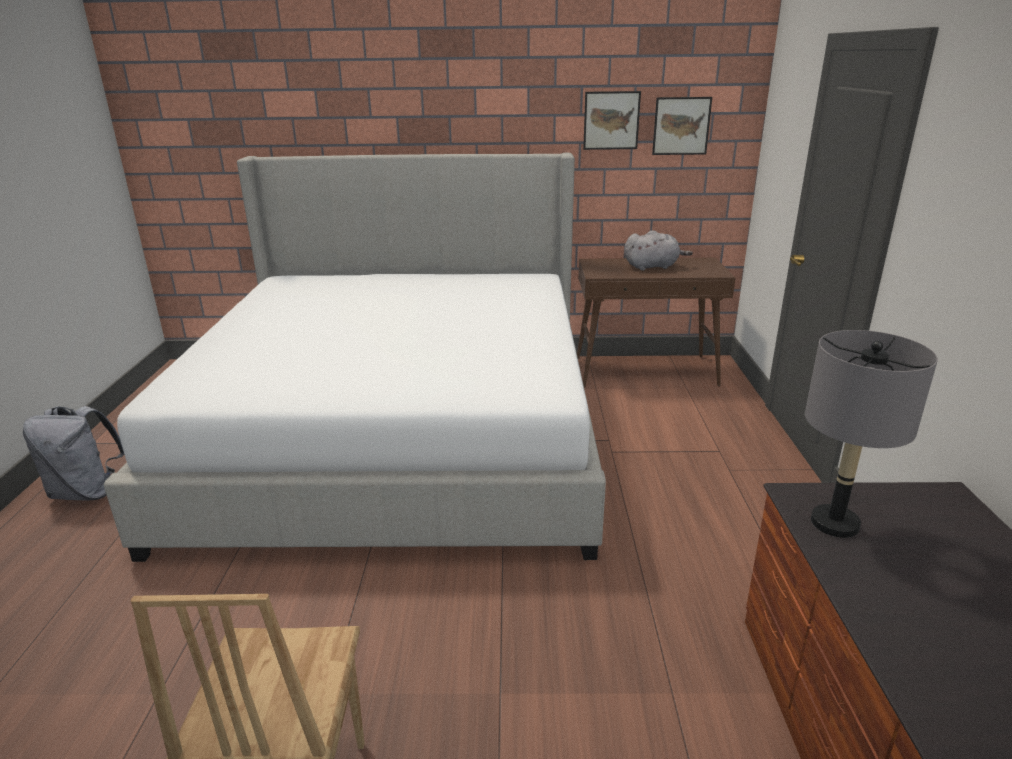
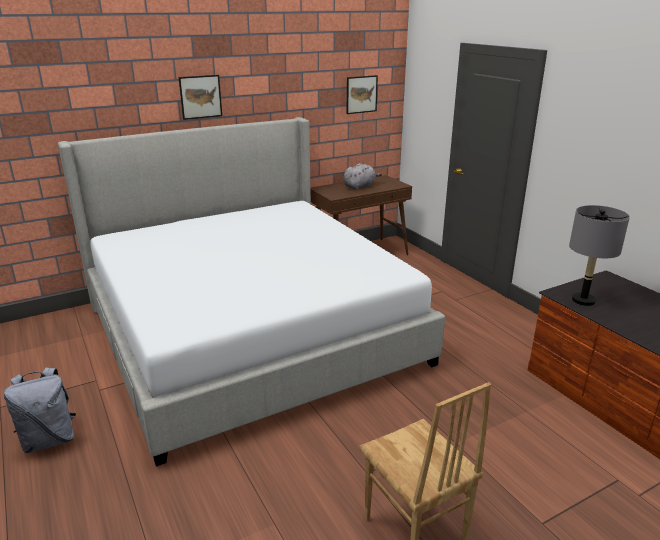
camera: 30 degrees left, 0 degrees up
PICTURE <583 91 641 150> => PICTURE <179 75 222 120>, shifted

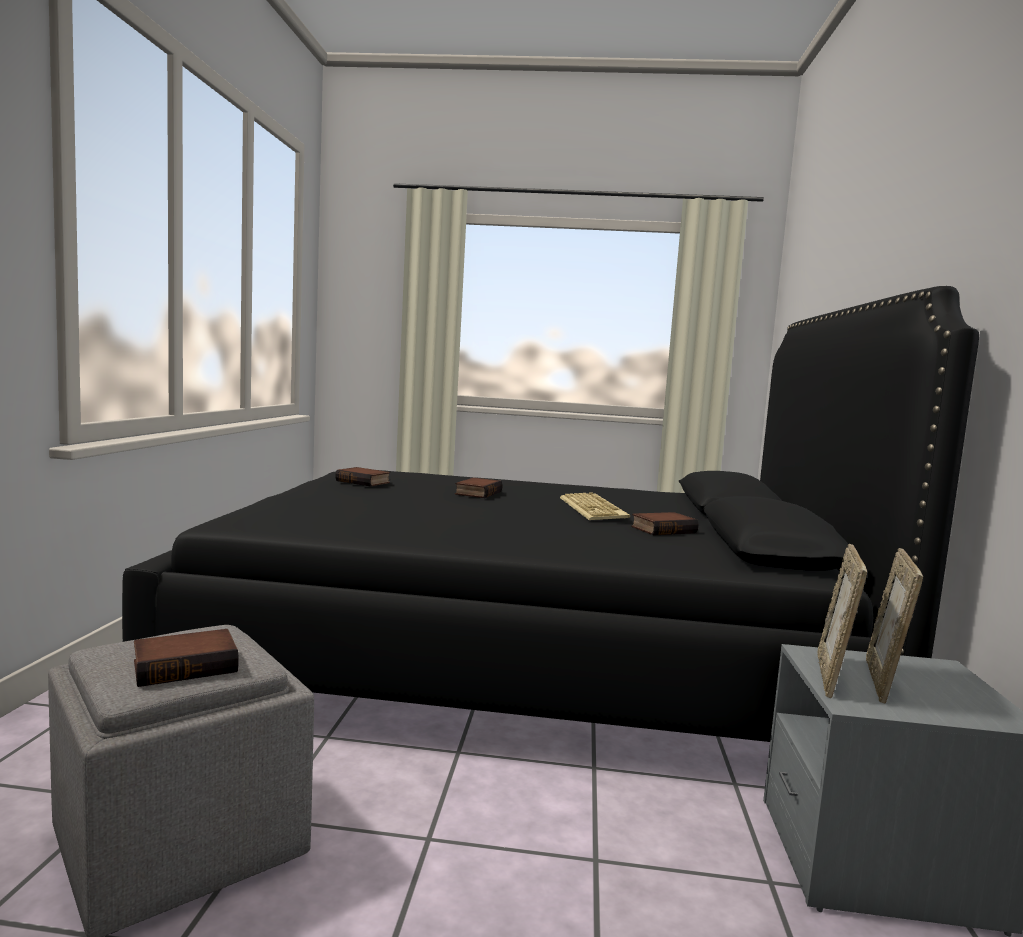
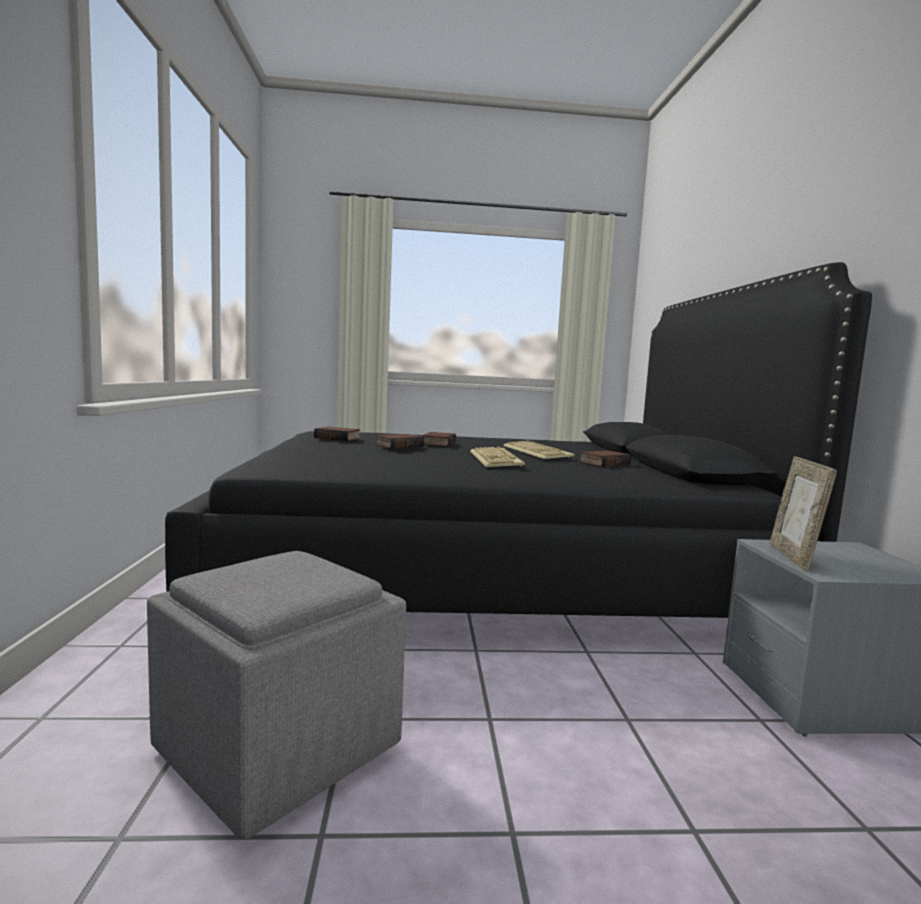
camera: 10 degrees left, 0 degrees up
BOOK <134 629 239 687> => BOOK <376 434 424 449>, shifted
nothing => KEYBOARD <470 447 525 467>
PICTURE FRAME <866 548 923 704> => nothing

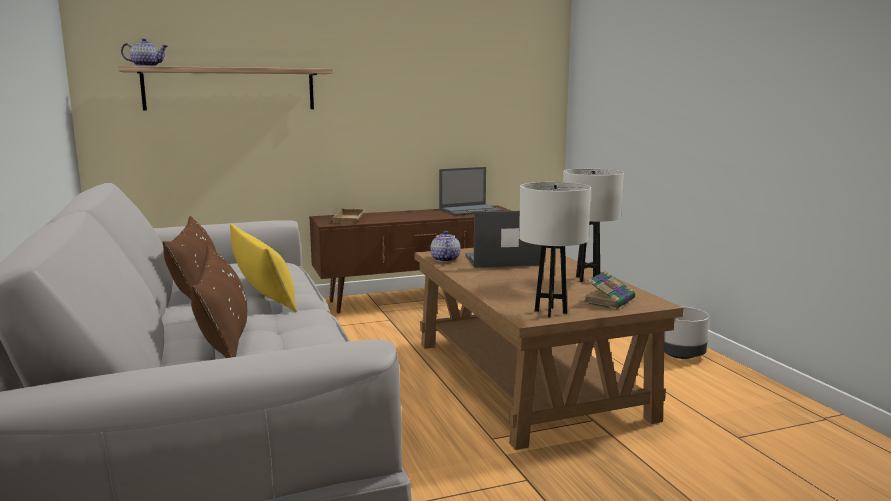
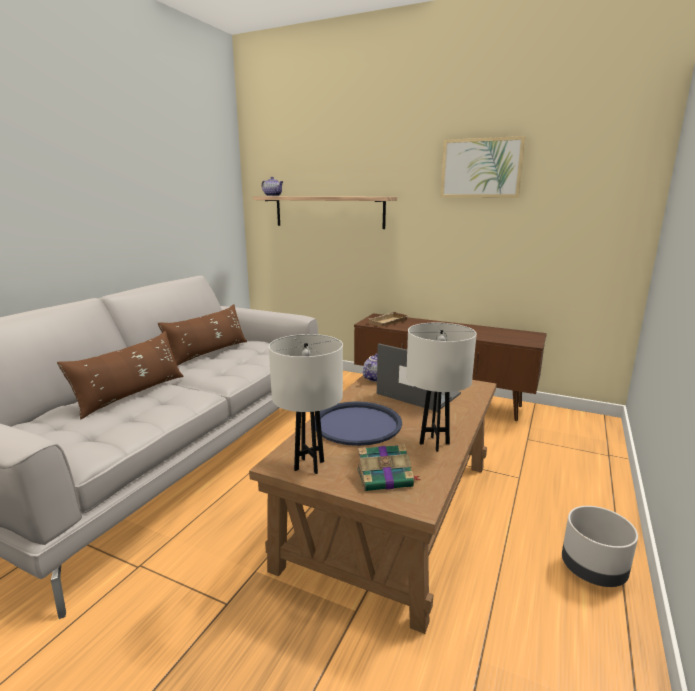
camera: 45 degrees right, 5 degrees up
nothing => BLUE TRAY <315 401 402 446>
nothing => PICTURE <440 136 526 198>
YELLOW PILLOW <230 224 297 312> => nothing
LAPTOP <439 167 504 216> => nothing

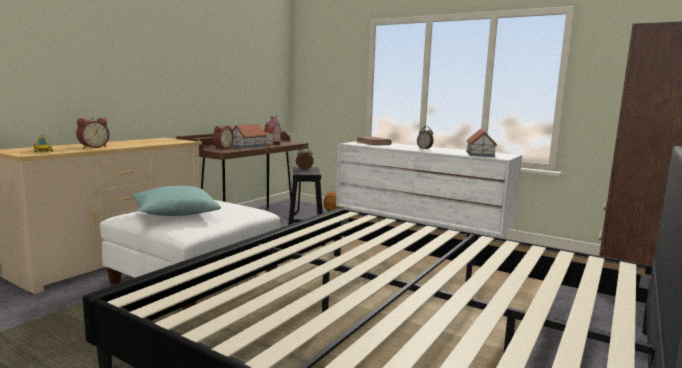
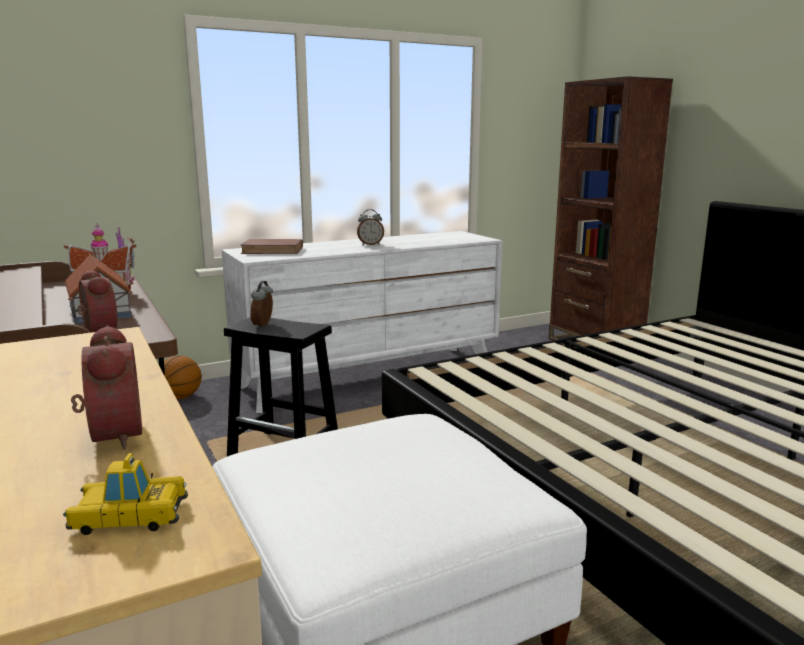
camera: 60 degrees left, 5 degrees up
TURQUOISE PILLOW <132 186 221 216> => nothing
TOY HOUSE <466 129 497 157> => nothing

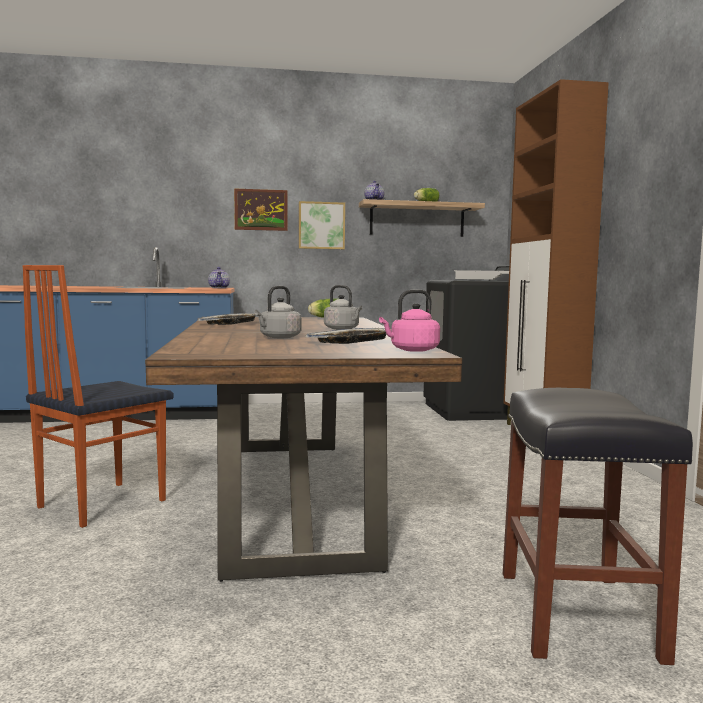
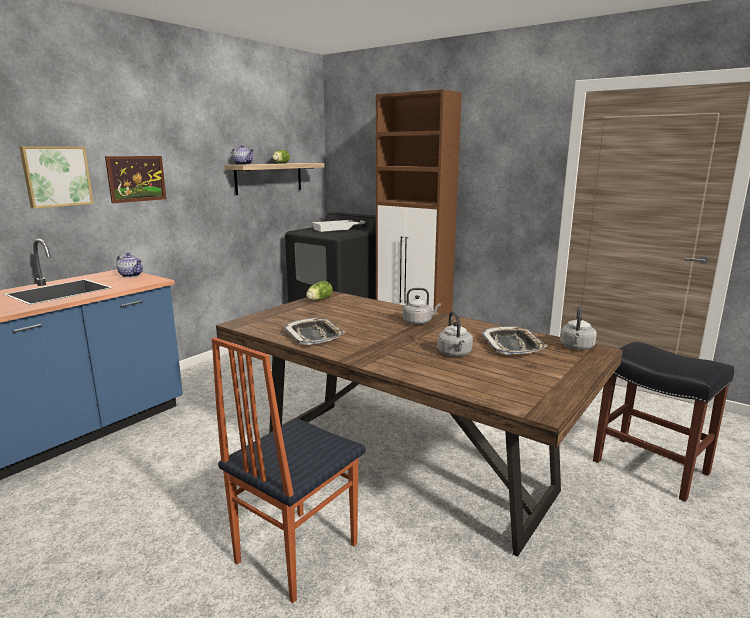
camera: 45 degrees left, 10 degrees up
PICTURE <299 201 345 249> => PICTURE <19 146 94 208>, shifted
CHAIR <23 265 173 528> => CHAIR <212 337 366 603>, 45 degrees clockwise
PINK KETTLE <379 290 440 352> => GREY KETTLE <560 306 597 350>

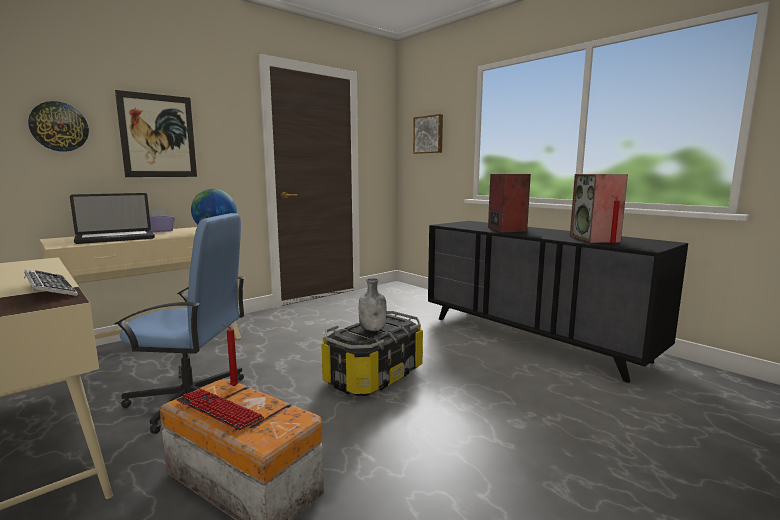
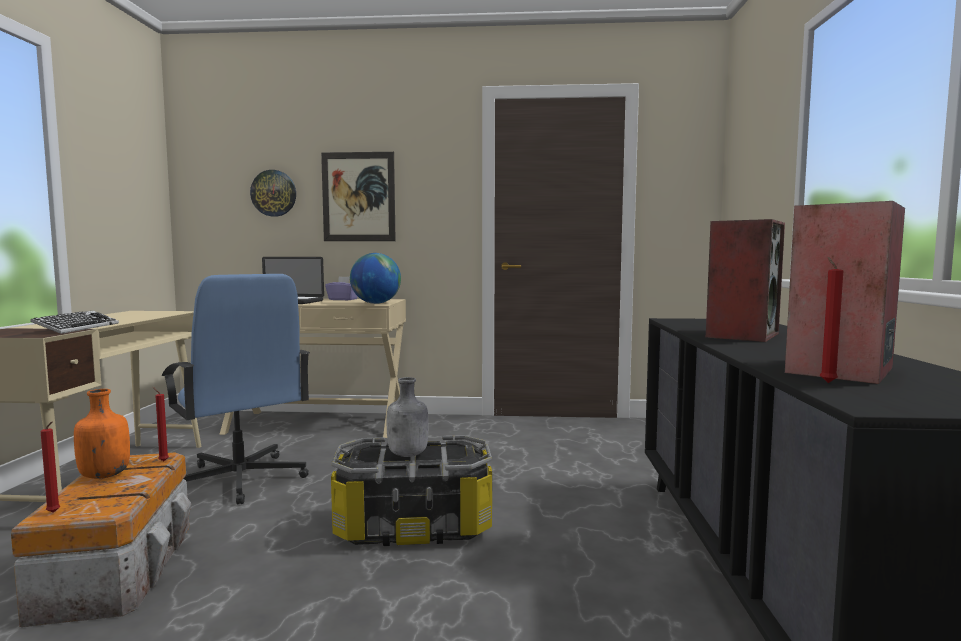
camera: 45 degrees right, 5 degrees down
nothing => RED CANDLE <41 422 60 513>
KEYBOARD <176 388 264 430> => ORANGE BOTTLE <74 389 130 479>
PICTURE <413 114 443 154> => nothing

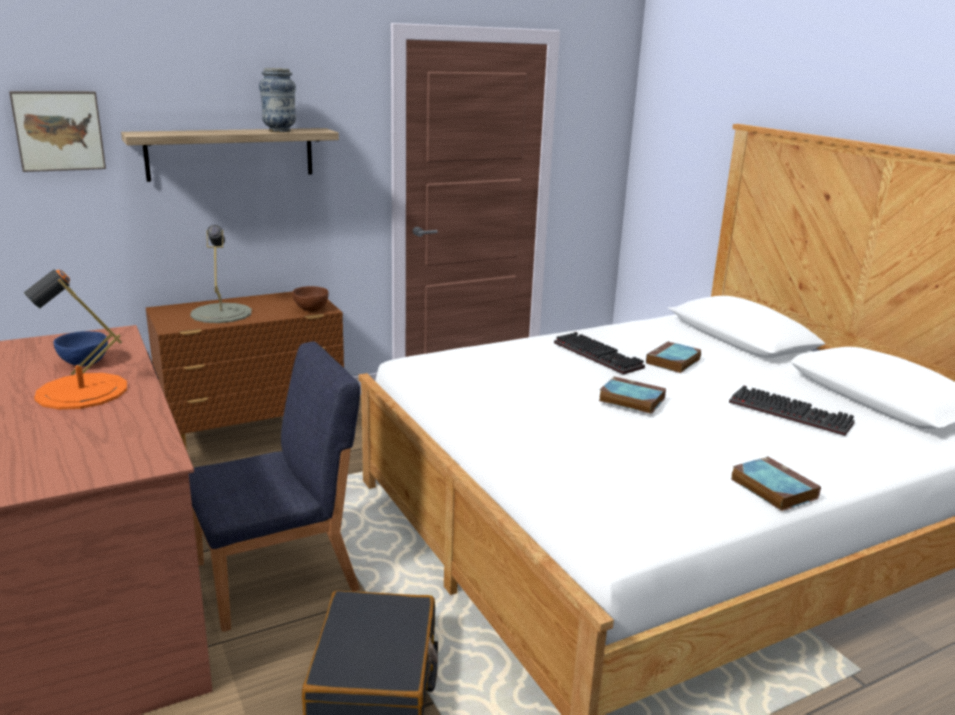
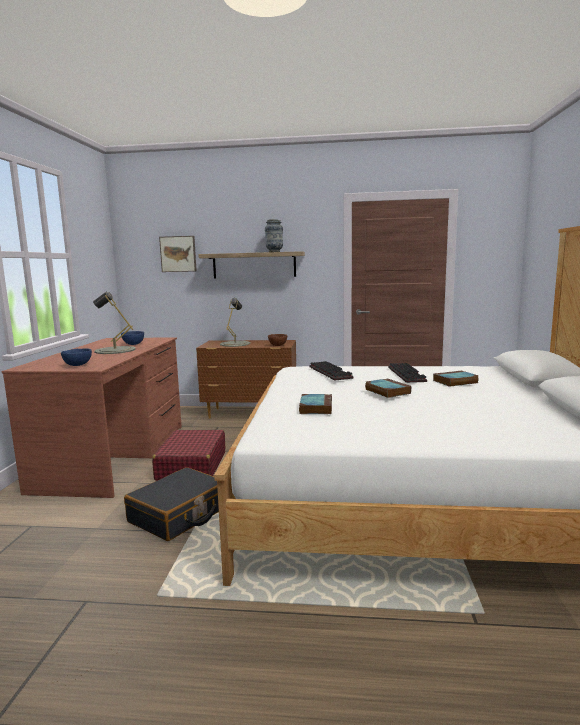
camera: 35 degrees right, 10 degrees down
nothing => BLUE BOWL <61 348 92 366>
ORANGE TABLE LAMP <24 269 127 410> => GREY TABLE LAMP <93 292 136 354>
BLUE CHAIR <189 341 360 632> => RED SUITCASE <152 430 225 481>
BOOK <731 456 821 511> => BOOK <299 394 332 414>, shifted
KEYBOARD <729 385 855 436> => KEYBOARD <309 361 353 381>, shifted

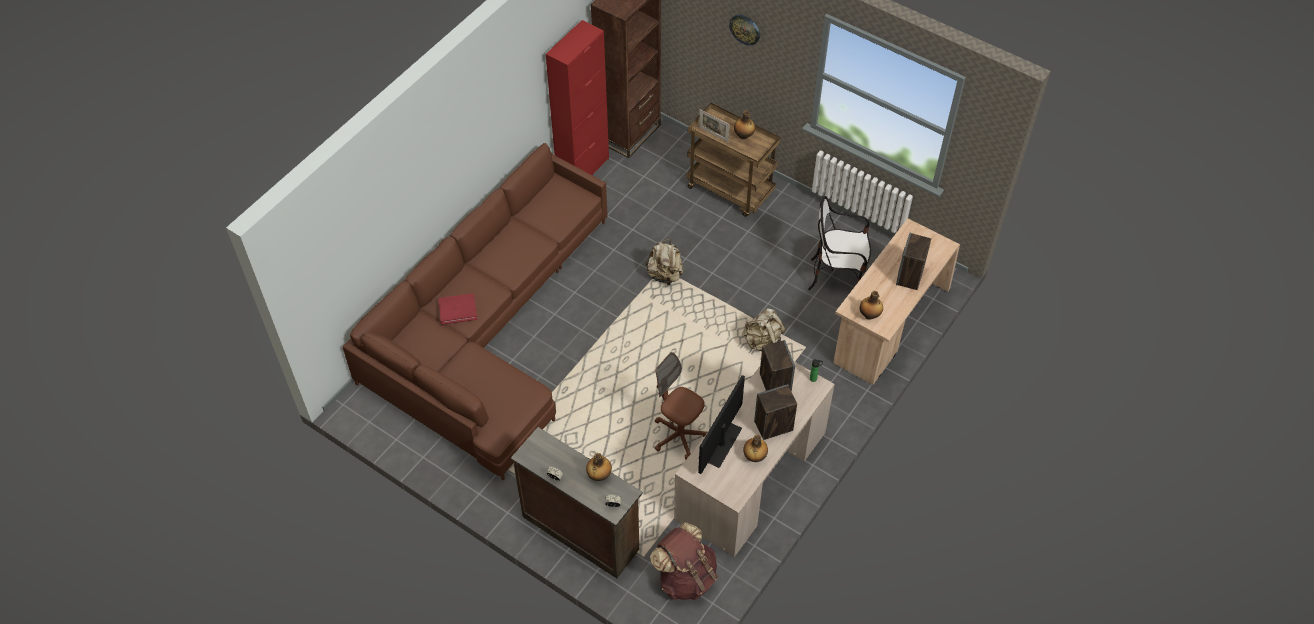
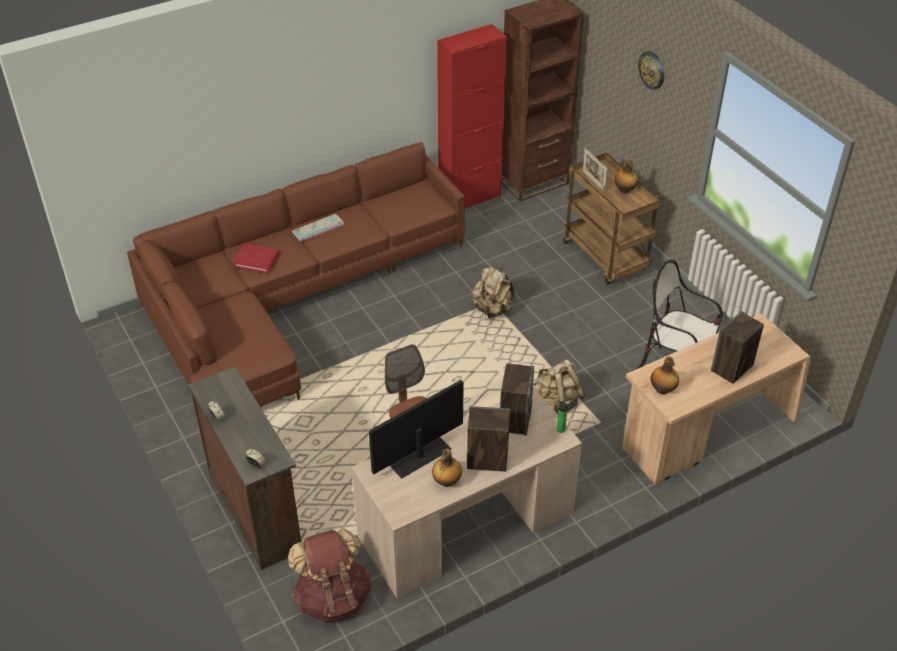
camera: 25 degrees right, 10 degrees down
nothing => KEYBOARD <292 214 344 242>
BOTTLE <586 453 612 481> => nothing

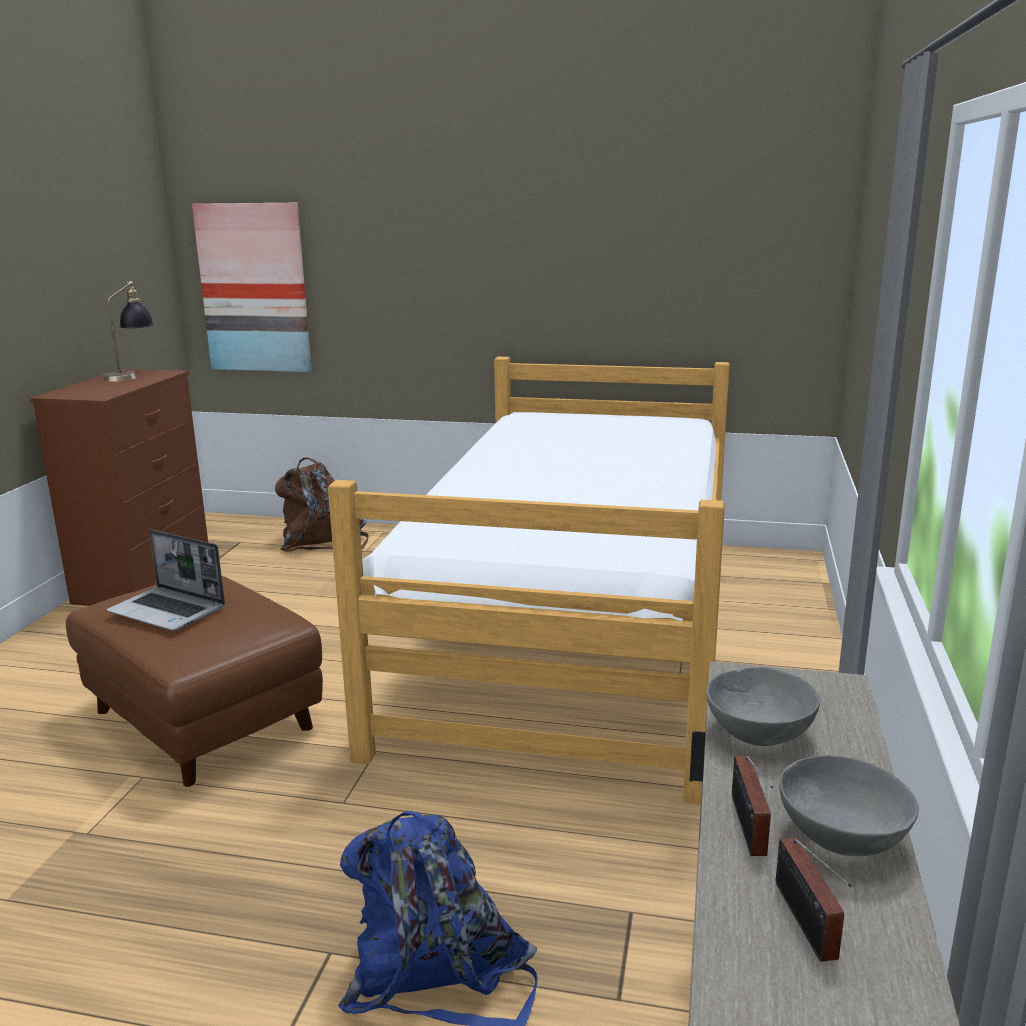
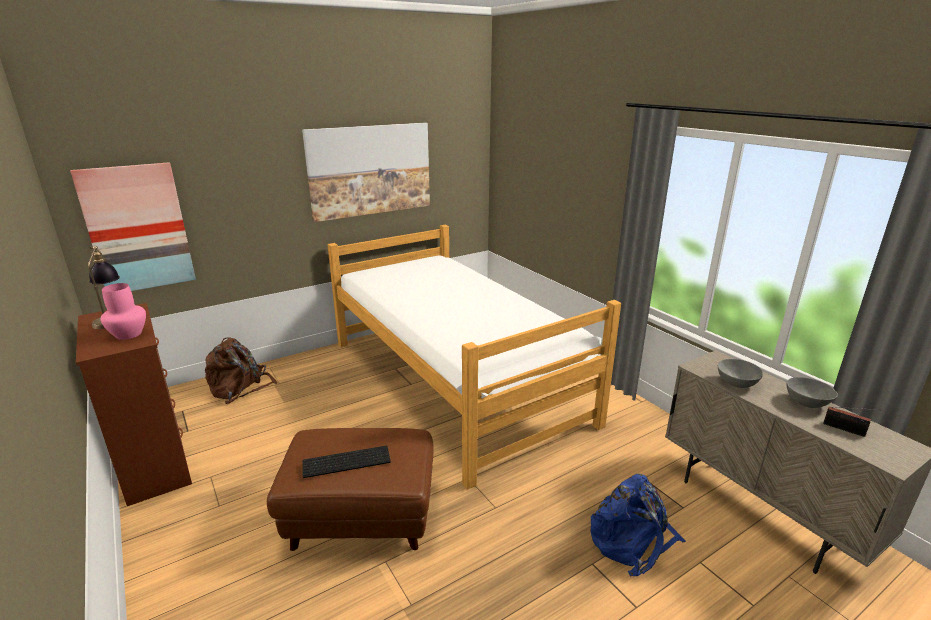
camera: 45 degrees left, 5 degrees up
nothing => PINK VASE <101 283 146 340>
nothing => PICTURE <302 122 430 222>
LAPTOP <106 530 225 631> => KEYBOARD <302 445 391 478>
RADIO <732 756 773 856> => nothing

